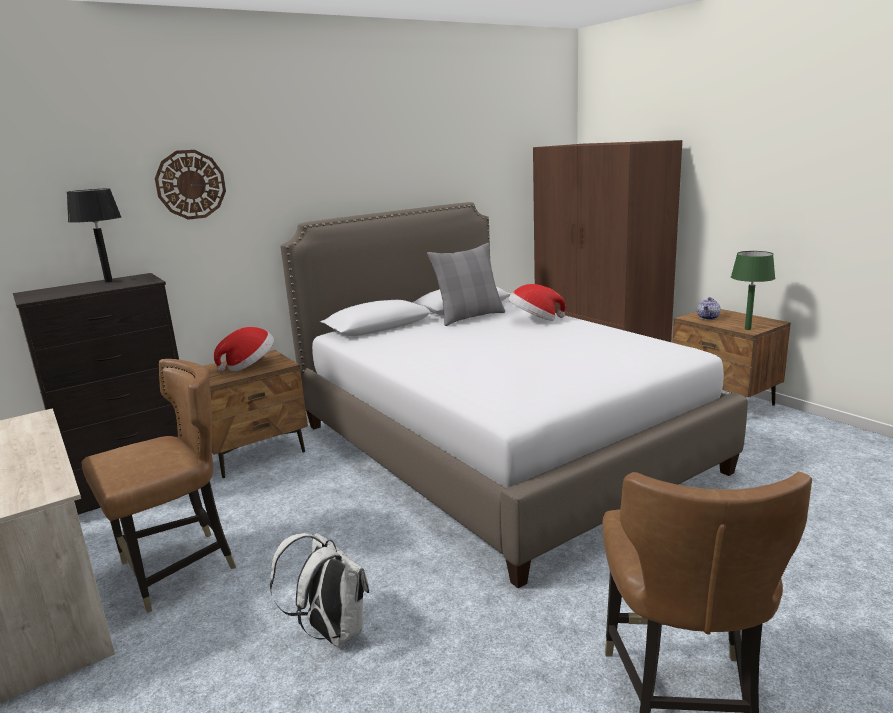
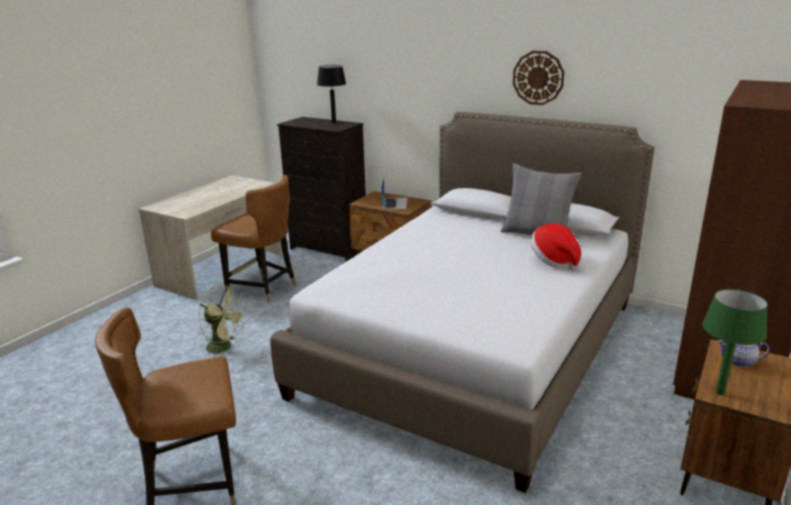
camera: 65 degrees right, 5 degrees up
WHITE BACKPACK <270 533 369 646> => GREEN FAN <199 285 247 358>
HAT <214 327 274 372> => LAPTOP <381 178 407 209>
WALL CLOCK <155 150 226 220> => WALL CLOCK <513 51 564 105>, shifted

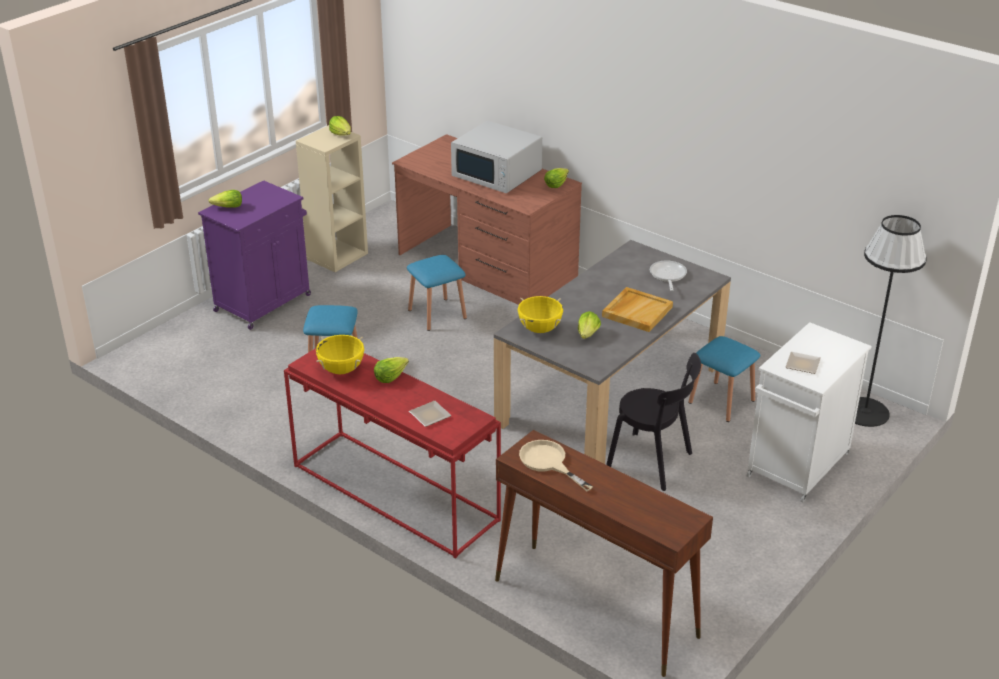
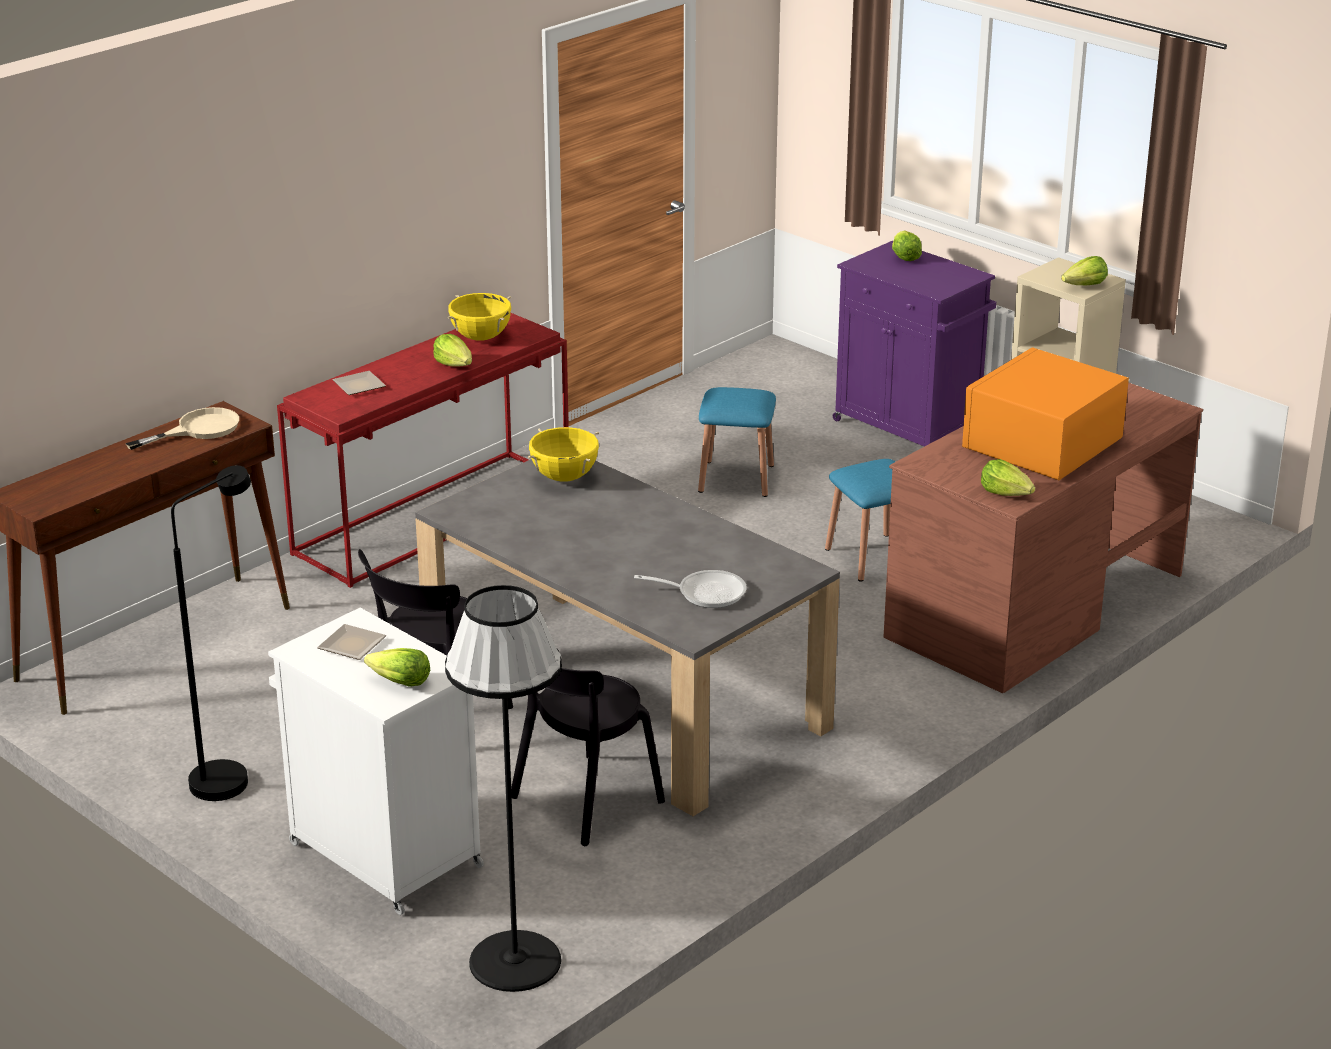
camera: 95 degrees right, 5 degrees down
nothing => BLACK FLOOR LAMP <171 465 251 801>
LETTUCE <578 311 601 339> => LETTUCE <364 648 430 686>, shifted
BLUE STOOL <688 336 760 422> => BLACK CHAIR <511 668 665 846>
WHITE MICROWAVE <451 121 542 193> => ORANGE MICROWAVE <962 347 1129 480>
BEIGE TRAY <602 287 673 332> => nothing

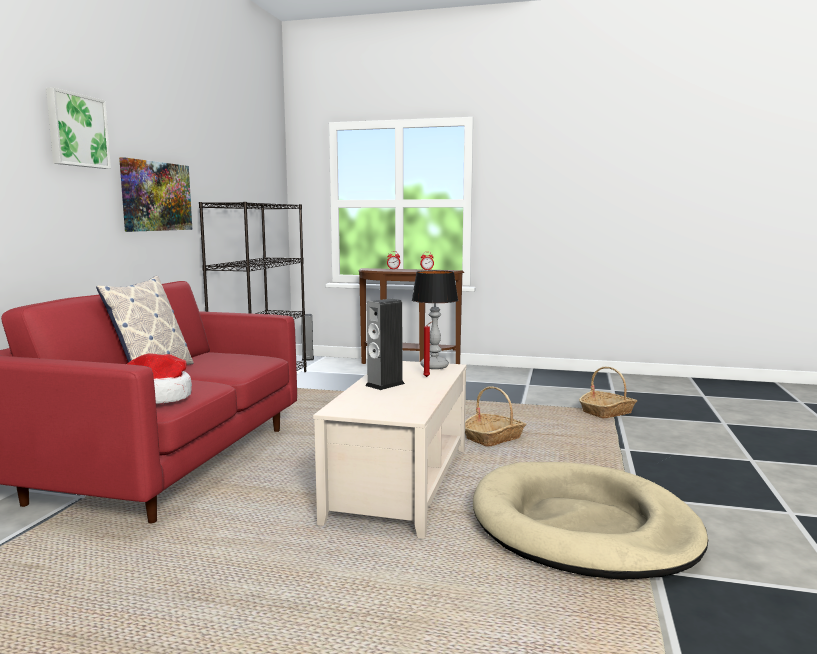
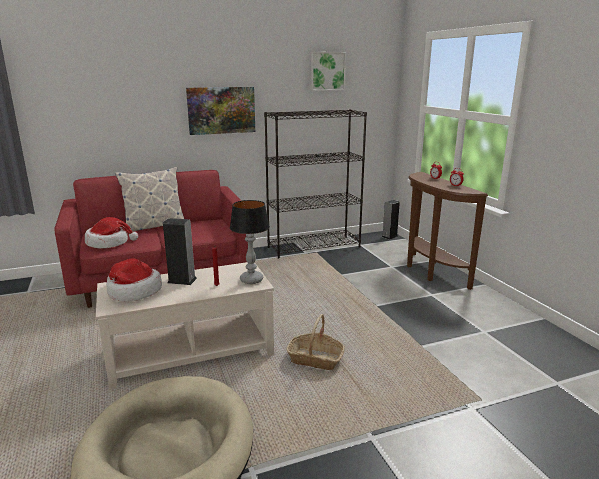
camera: 55 degrees right, 10 degrees up
nothing => HAT <106 258 162 302>
PICTURE <46 87 111 169> => PICTURE <310 52 346 91>, shifted
BASKET <579 367 637 418> => nothing

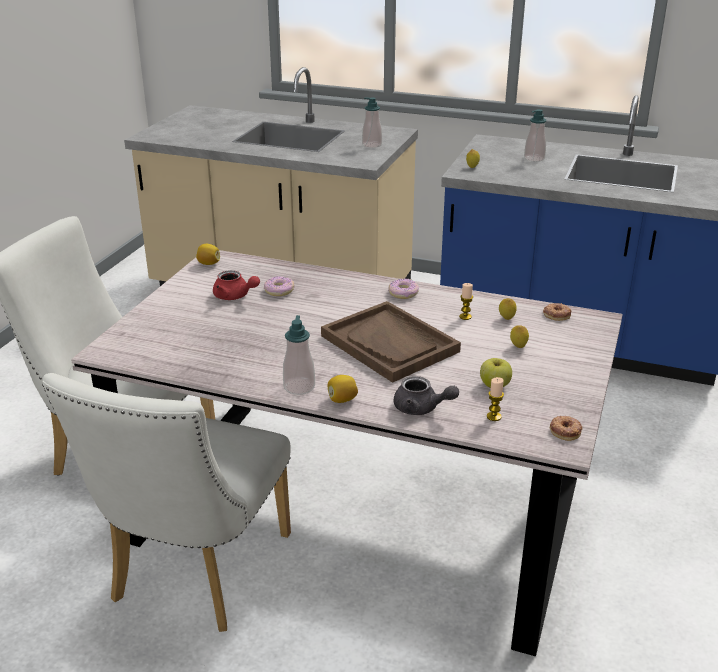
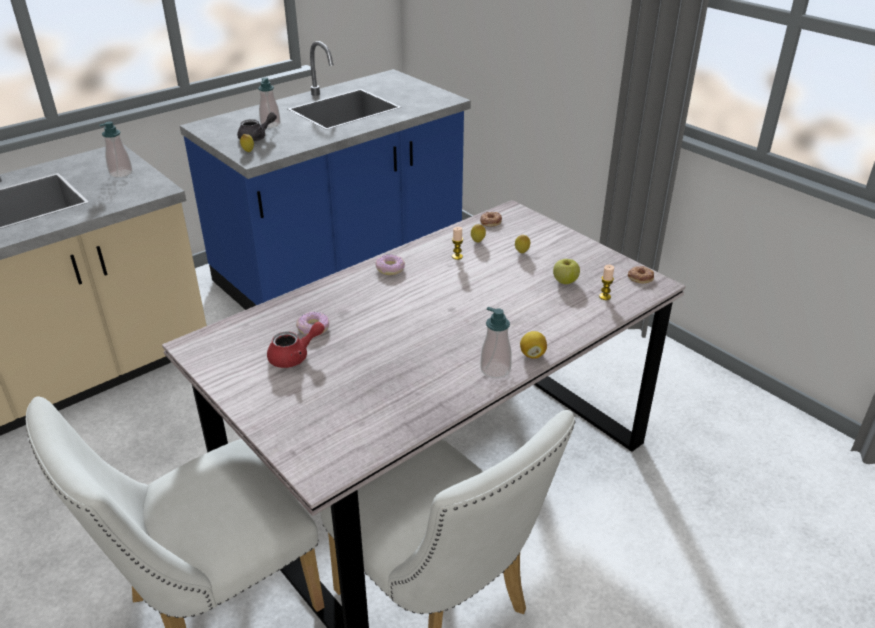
camera: 60 degrees left, 5 degrees up
GREY TEAPOT <394 376 459 415> => GREY TEAPOT <237 112 277 141>, shifted
LEMON <196 244 220 265> => nothing
BROWN TRAY <321 301 461 383> => nothing

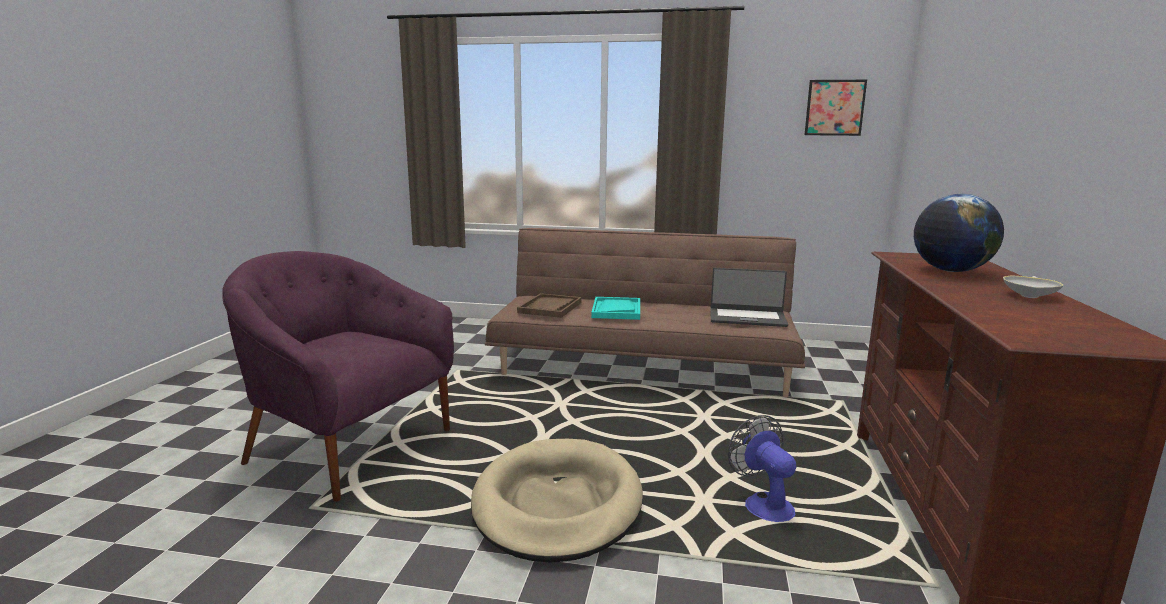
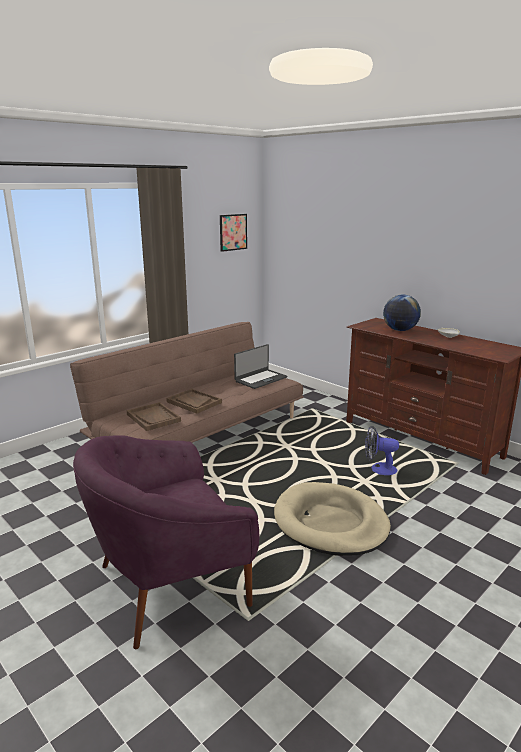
camera: 55 degrees left, 5 degrees up
TURQUOISE TRAY <591 297 640 320> => BROWN TRAY <166 389 222 414>

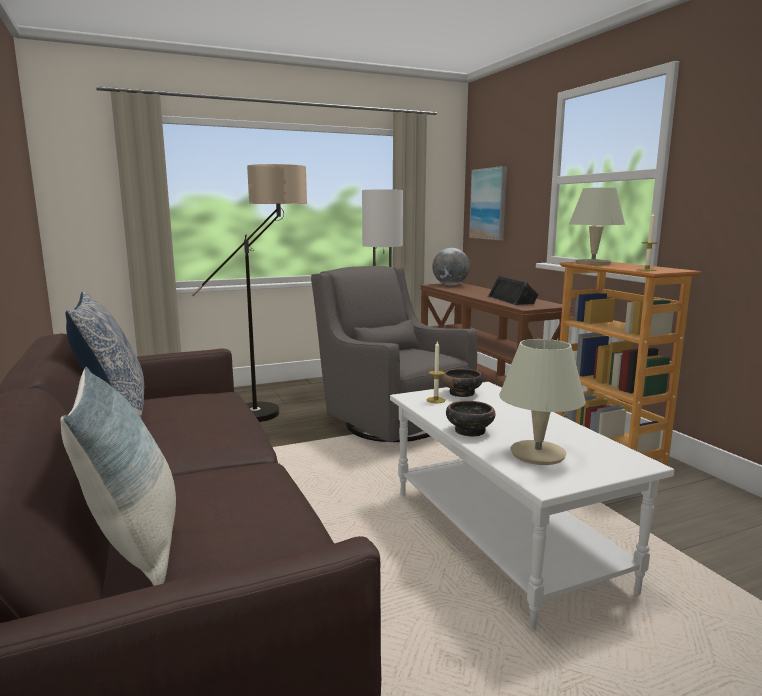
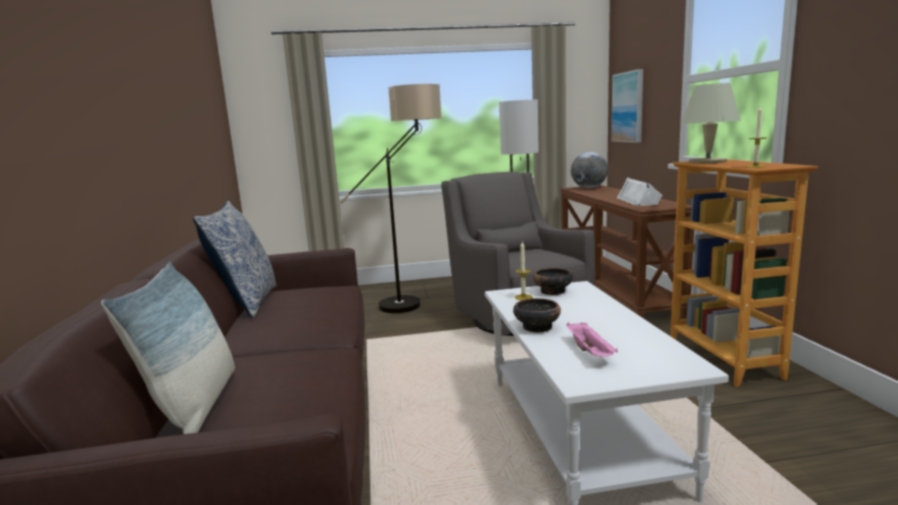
camera: 15 degrees right, 0 degrees up
BEIGE TABLE LAMP <499 339 586 465> => PINK TRAY <566 322 618 357>
BLACK SPEAKER <488 275 539 305> => WHITE SPEAKER <617 177 662 206>

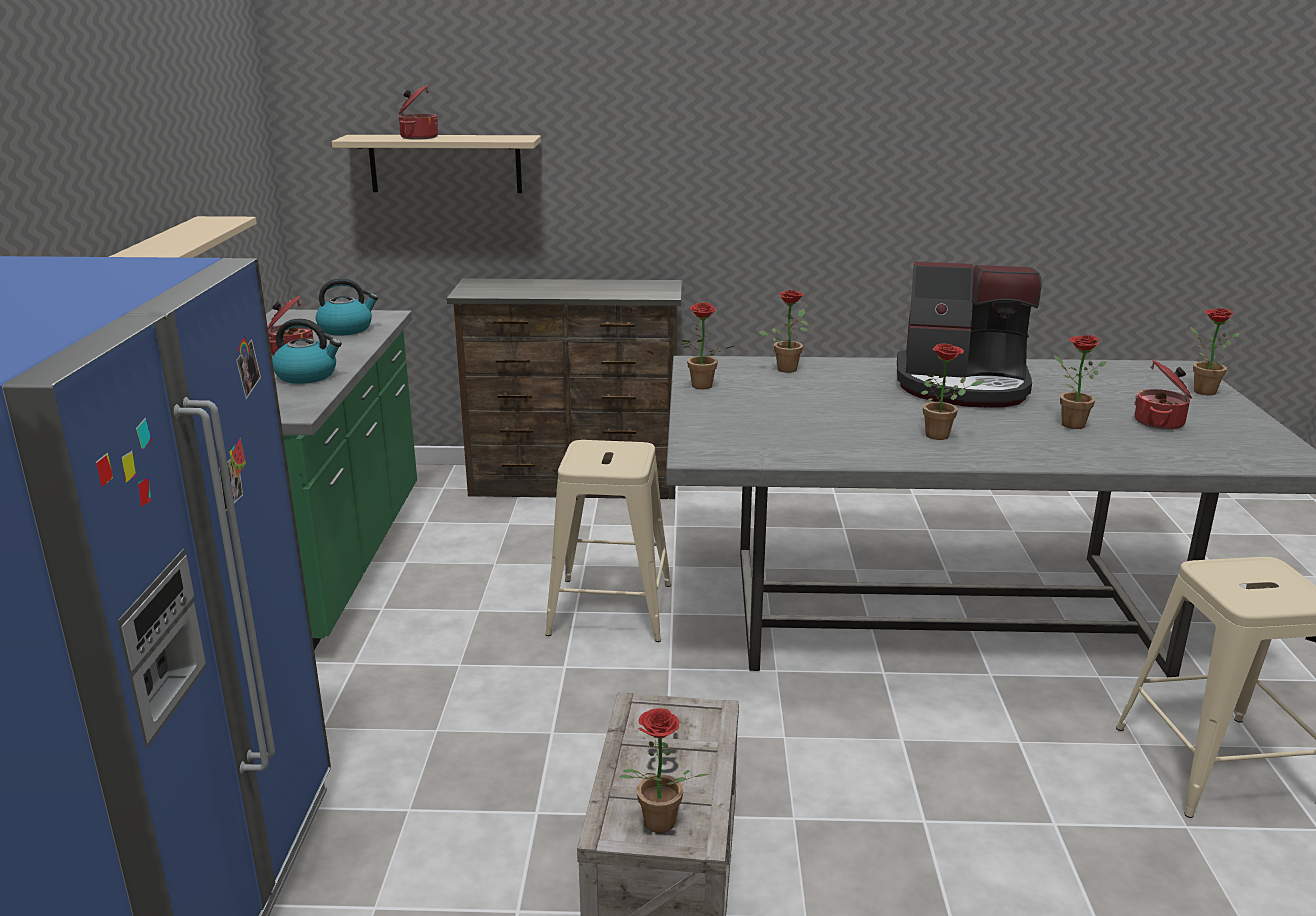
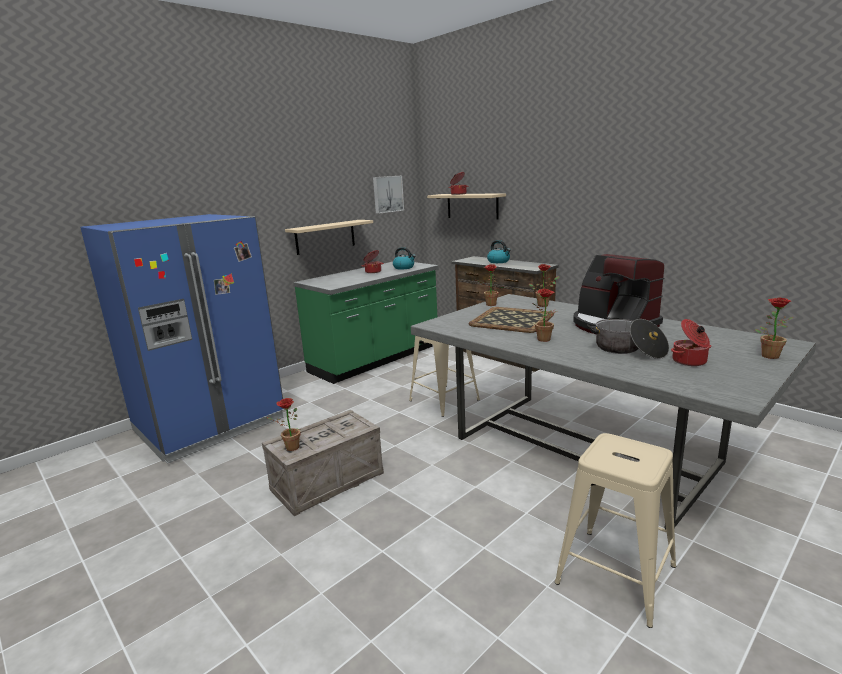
camera: 45 degrees right, 5 degrees down
nothing => PICTURE <373 176 404 214>
nothing => TRAY <469 307 554 333>
KETTLE <272 319 342 384> => KETTLE <487 240 511 263>, shifted
POTTED PLANT <1054 335 1107 429> => COOKING POT <587 319 669 359>

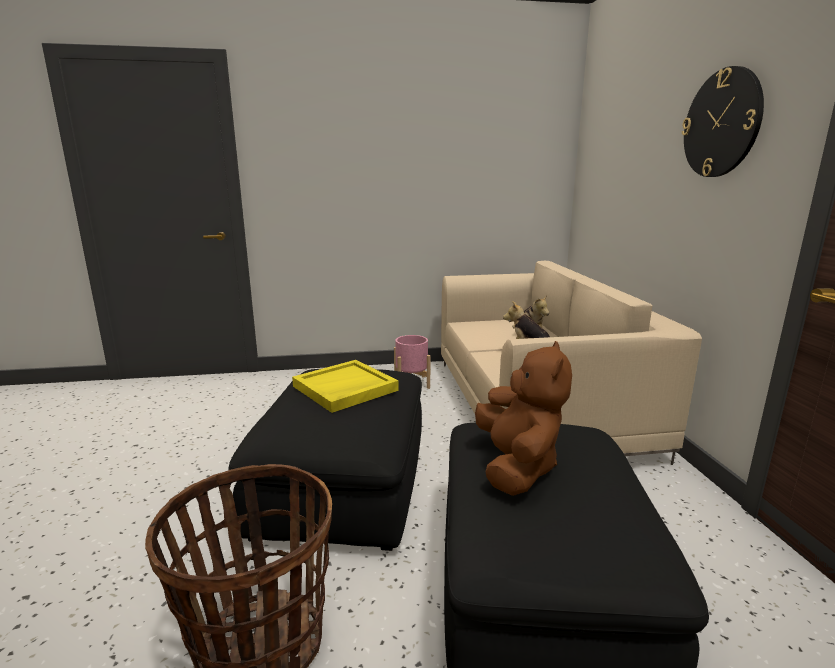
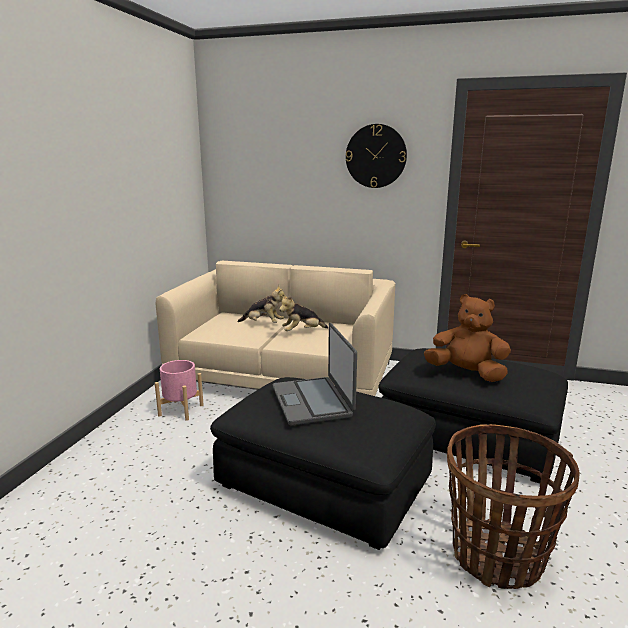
camera: 65 degrees left, 0 degrees up
YELLOW TRAY <292 360 399 413> => LAPTOP <273 323 357 426>

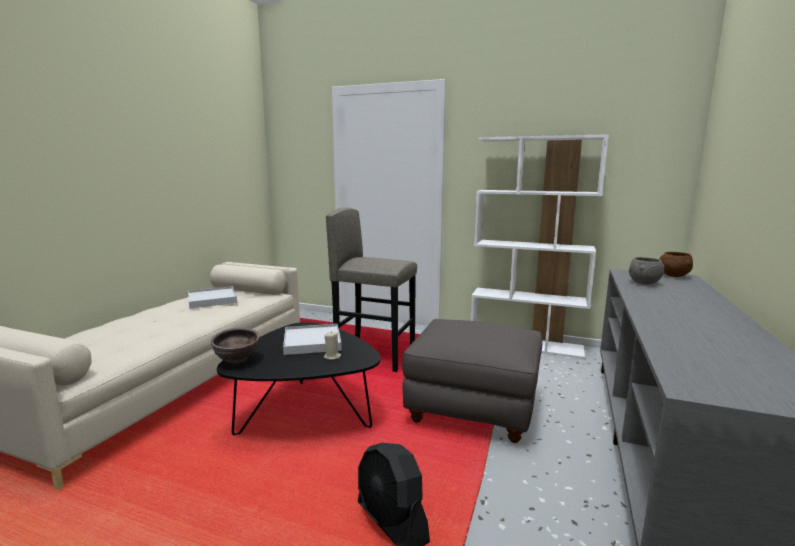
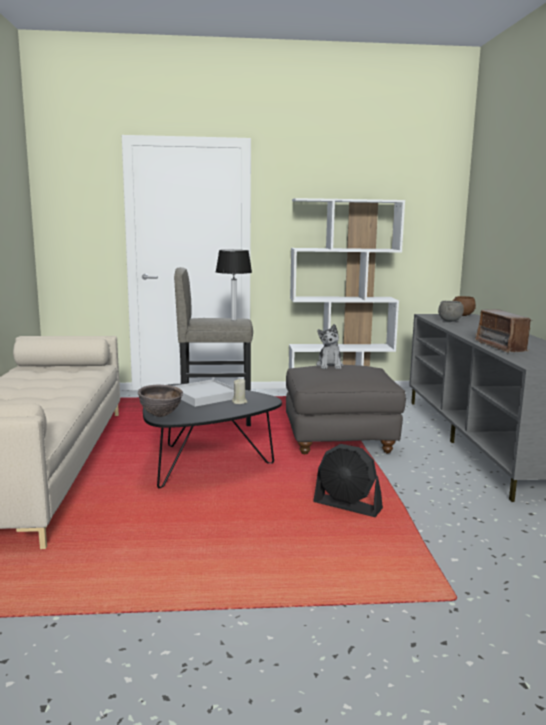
camera: 25 degrees left, 0 degrees up
nothing => TABLE LAMP <216 250 252 320>
nothing => PLUSH TOY <316 324 343 369>
nothing => RADIO <475 309 531 353>
WHITE TRAY <188 286 237 308> => nothing

